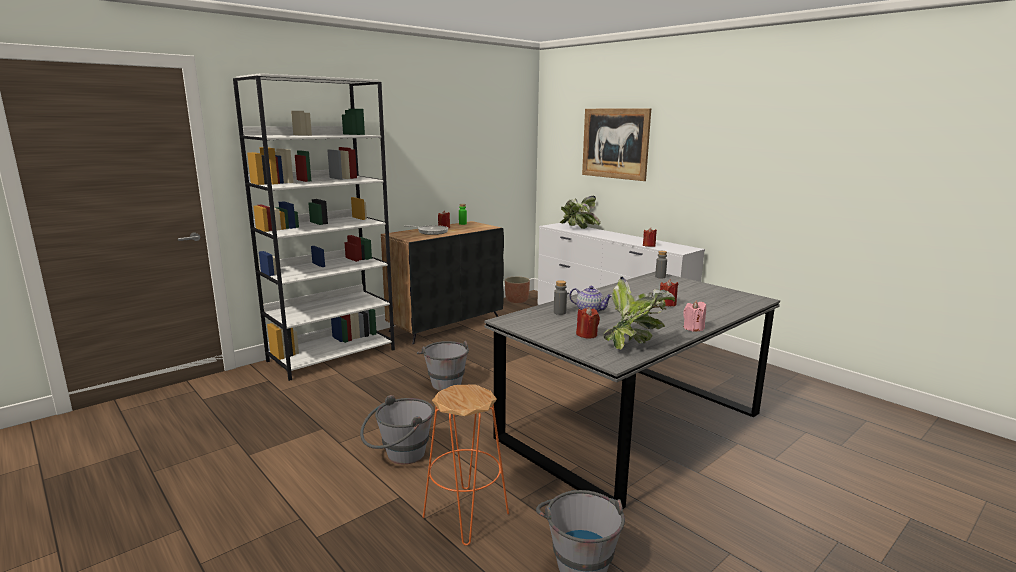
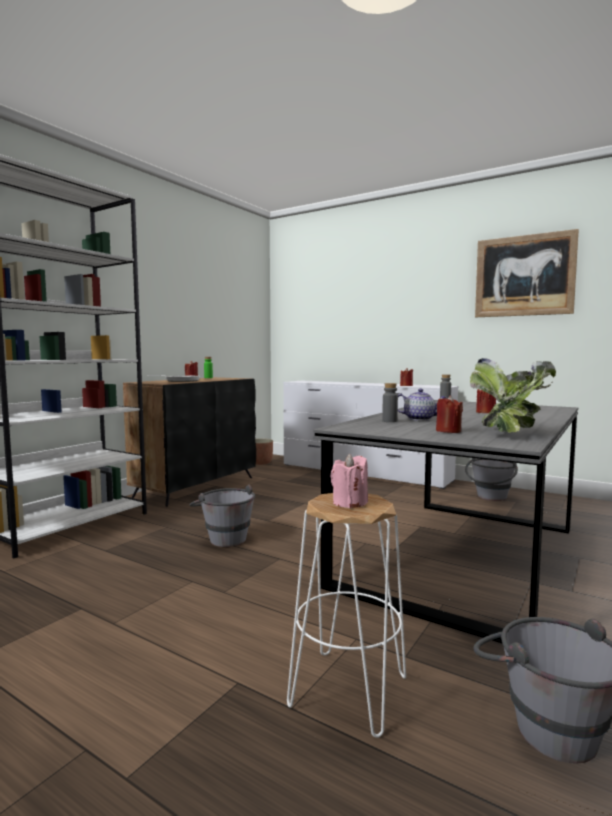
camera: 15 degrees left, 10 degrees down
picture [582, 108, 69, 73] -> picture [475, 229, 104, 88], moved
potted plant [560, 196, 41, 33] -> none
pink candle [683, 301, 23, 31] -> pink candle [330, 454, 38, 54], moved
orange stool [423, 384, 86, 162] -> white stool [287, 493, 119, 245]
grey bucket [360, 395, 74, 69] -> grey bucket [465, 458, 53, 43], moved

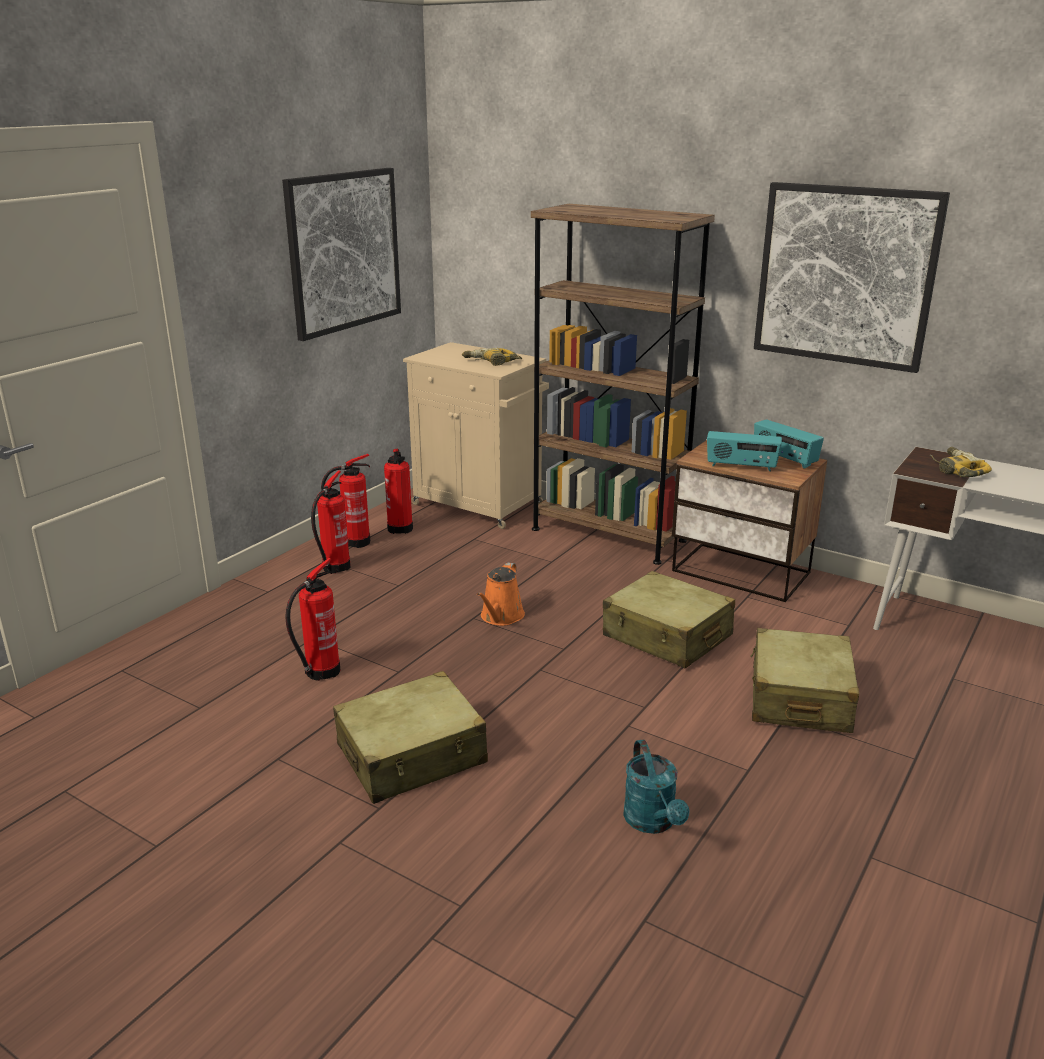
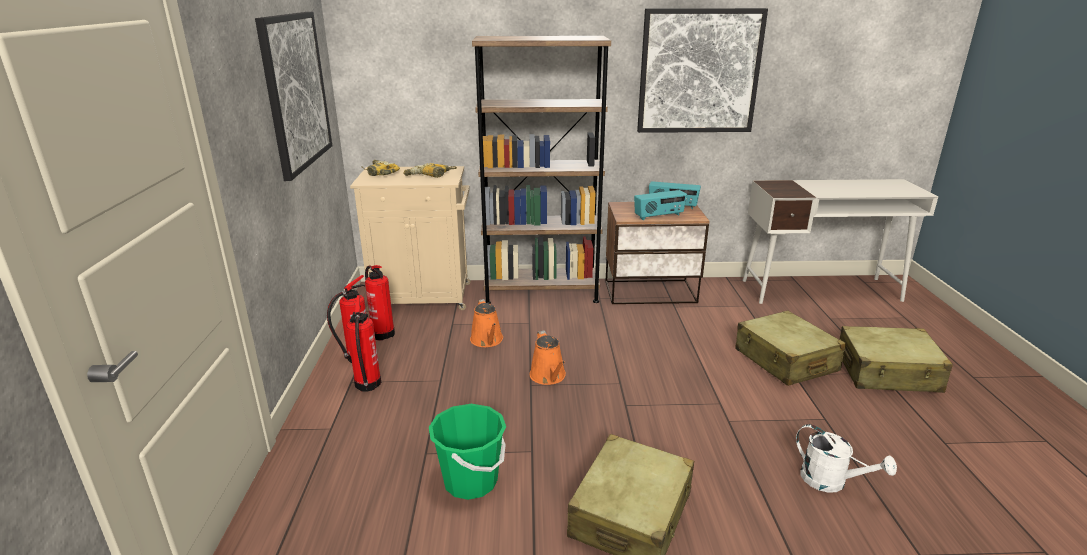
camera: 35 degrees left, 0 degrees up
power drill [930, 447, 62, 30] -> power drill [362, 160, 38, 16], moved
fire extinguisher [285, 558, 55, 123] -> green bucket [429, 404, 77, 96]
beige suitcase [603, 571, 132, 97] -> beige suitcase [839, 326, 114, 67], moved
turquoise watering can [623, 740, 67, 94] -> white watering can [796, 424, 101, 68]
none -> orange watering can [470, 299, 33, 48]

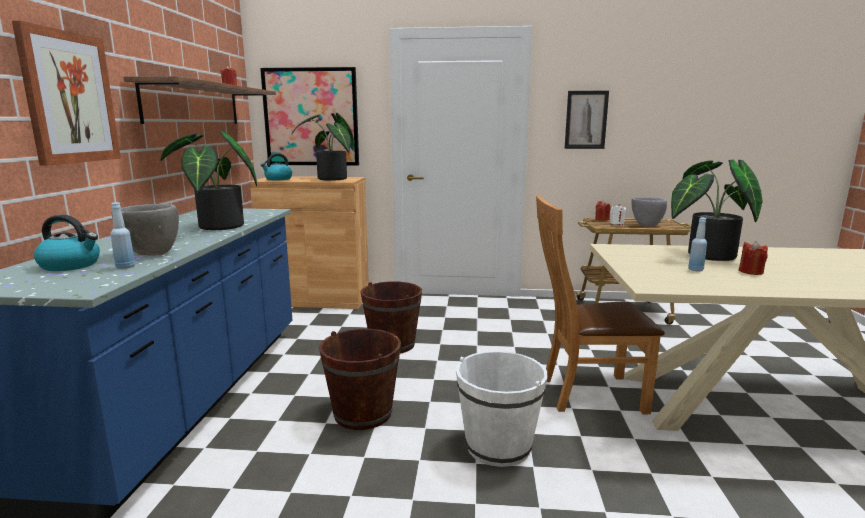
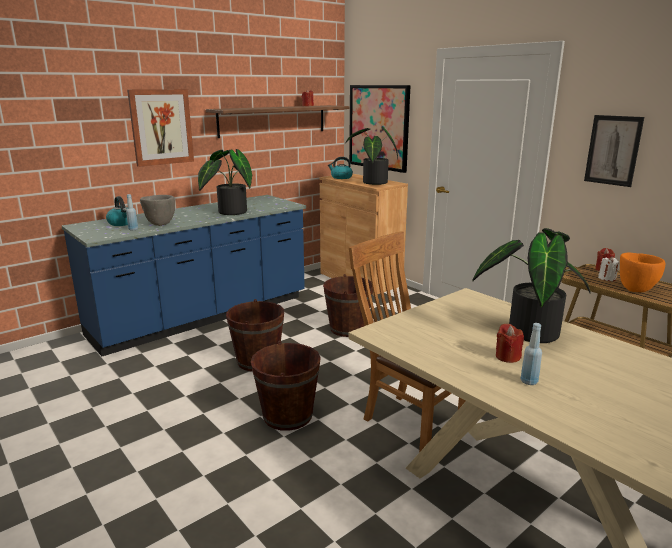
camera: 45 degrees right, 5 degrees up
grey bowl [631, 197, 36, 30] -> orange bowl [620, 253, 45, 39]
blue bottle [688, 218, 19, 53] -> blue bottle [520, 323, 22, 62], moved
white bucket [456, 351, 92, 116] -> brown bucket [251, 341, 70, 90]

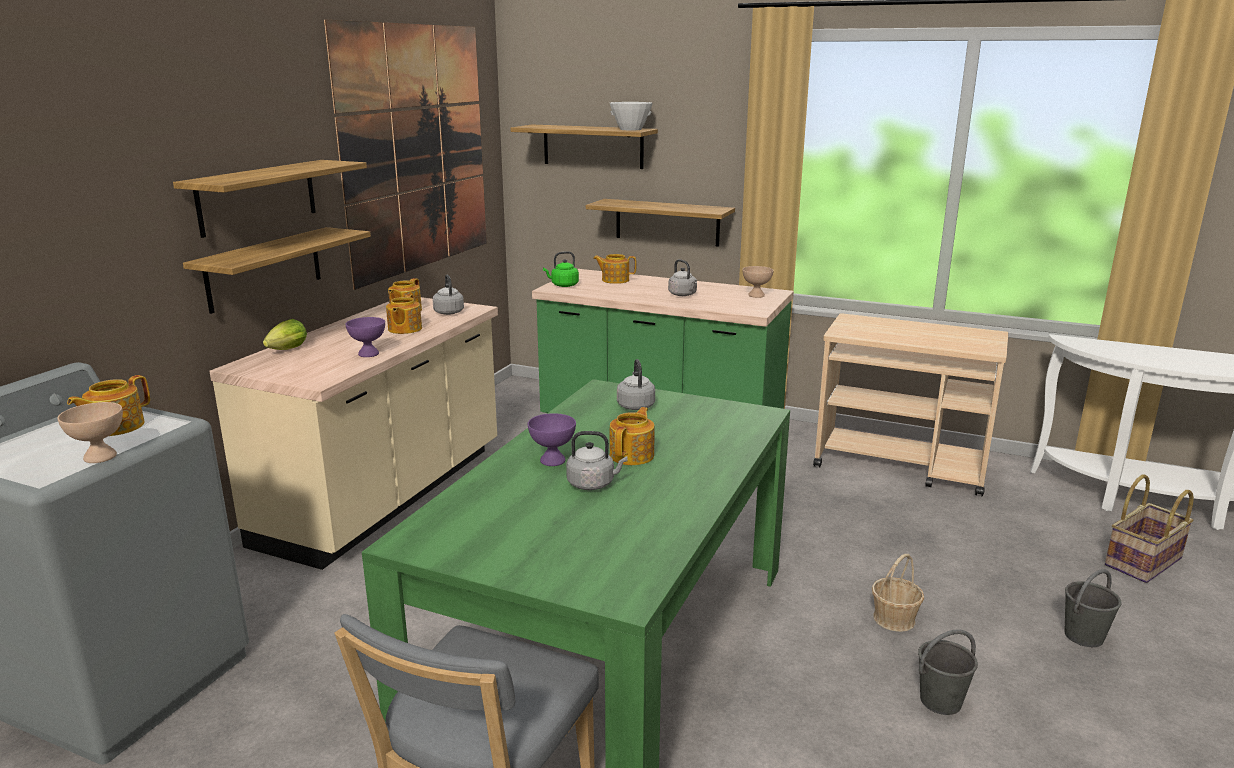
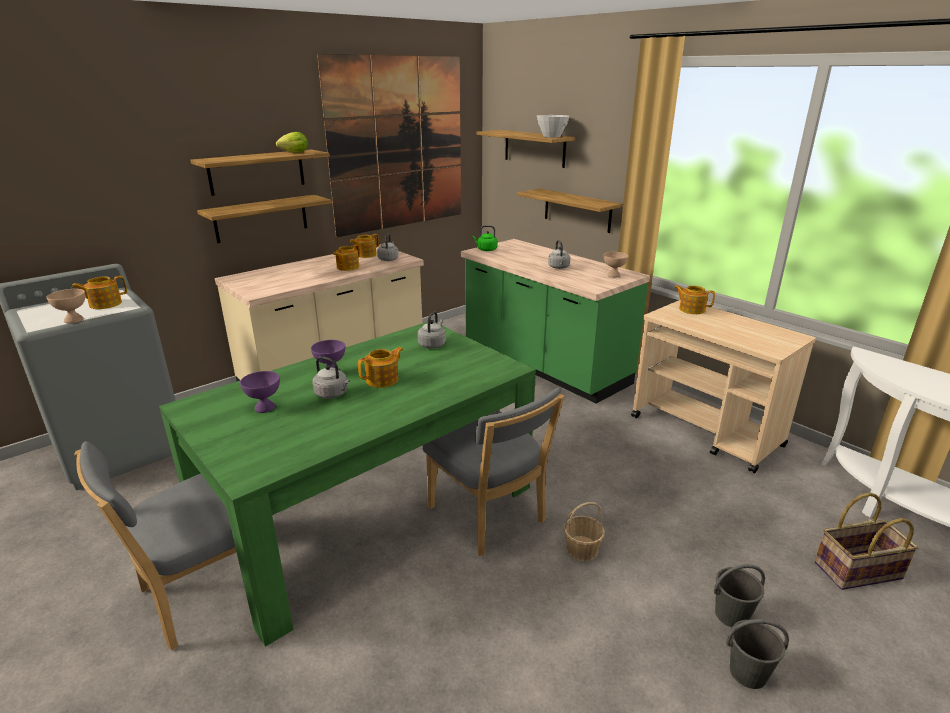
camera: 25 degrees right, 5 degrees up
teapot [593, 254, 44, 30] -> teapot [674, 285, 41, 29], moved
purple bowl [346, 317, 39, 40] -> purple bowl [240, 371, 40, 42], moved
lettuce [263, 319, 44, 31] -> lettuce [276, 132, 32, 21], moved
grey bucket [918, 629, 60, 86] -> grey bucket [726, 619, 63, 70], moved
none -> grey chair [423, 387, 141, 169]

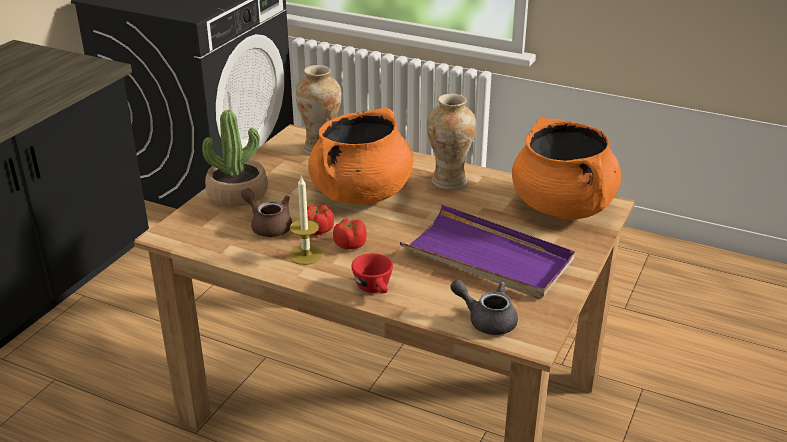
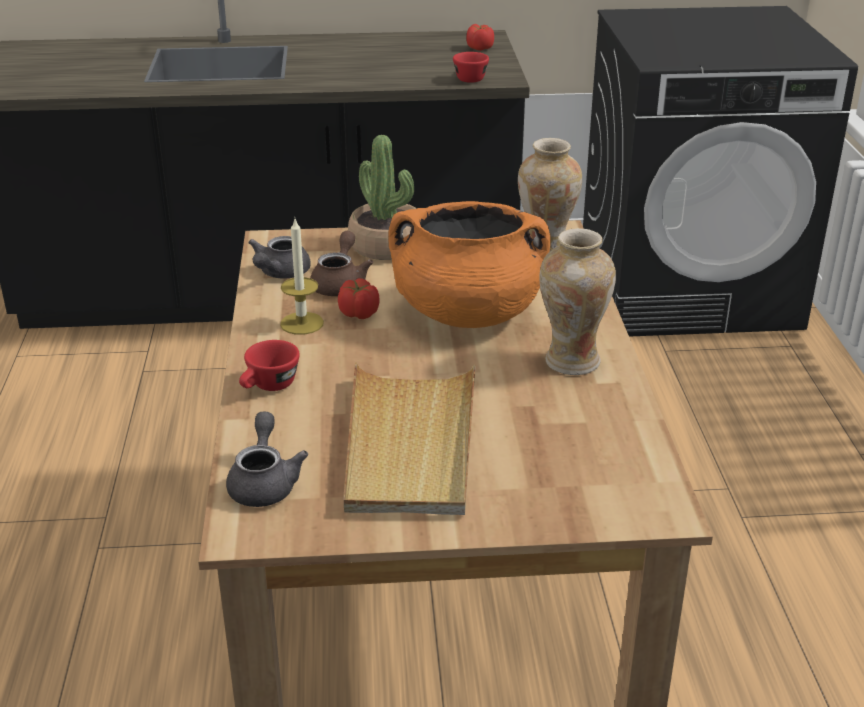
camera: 60 degrees right, 0 degrees up
orange cooking pot [512, 118, 109, 102] -> none
purple tray [400, 205, 175, 94] -> beige tray [344, 362, 132, 153]
tomato [333, 218, 34, 32] -> tomato [466, 24, 28, 27], moved
none -> red cup [453, 52, 36, 31]
none -> grey teapot [248, 236, 63, 42]

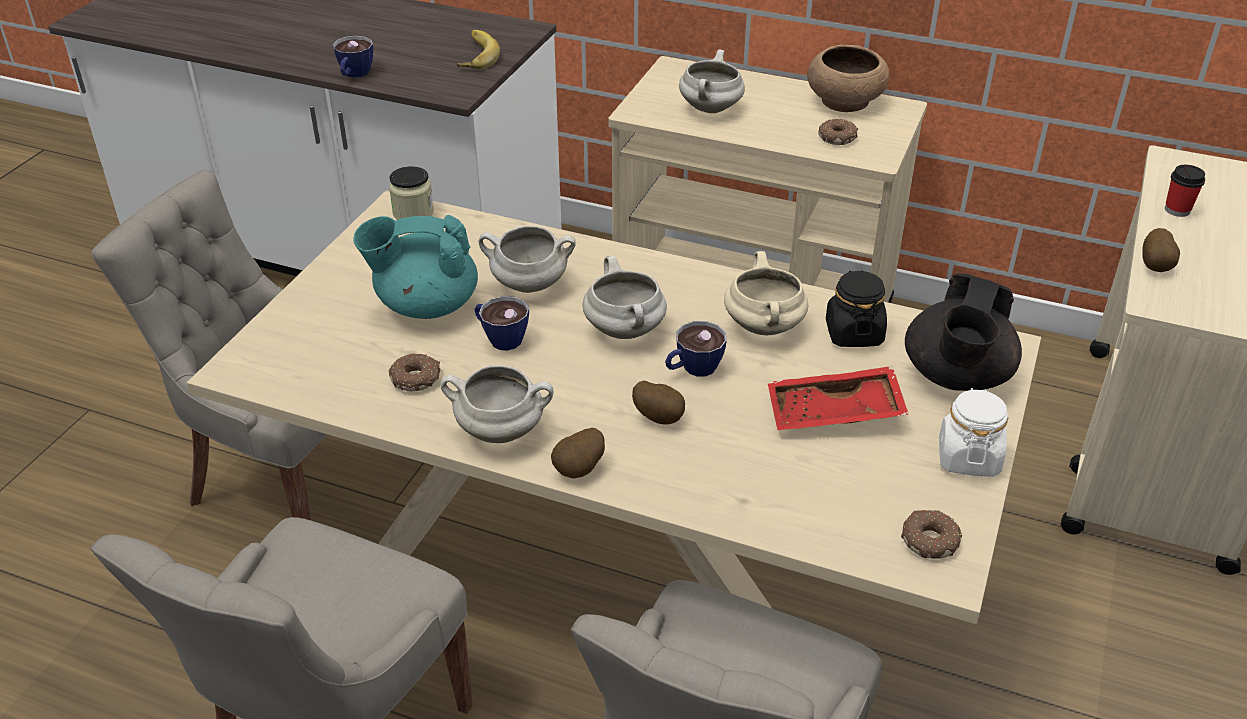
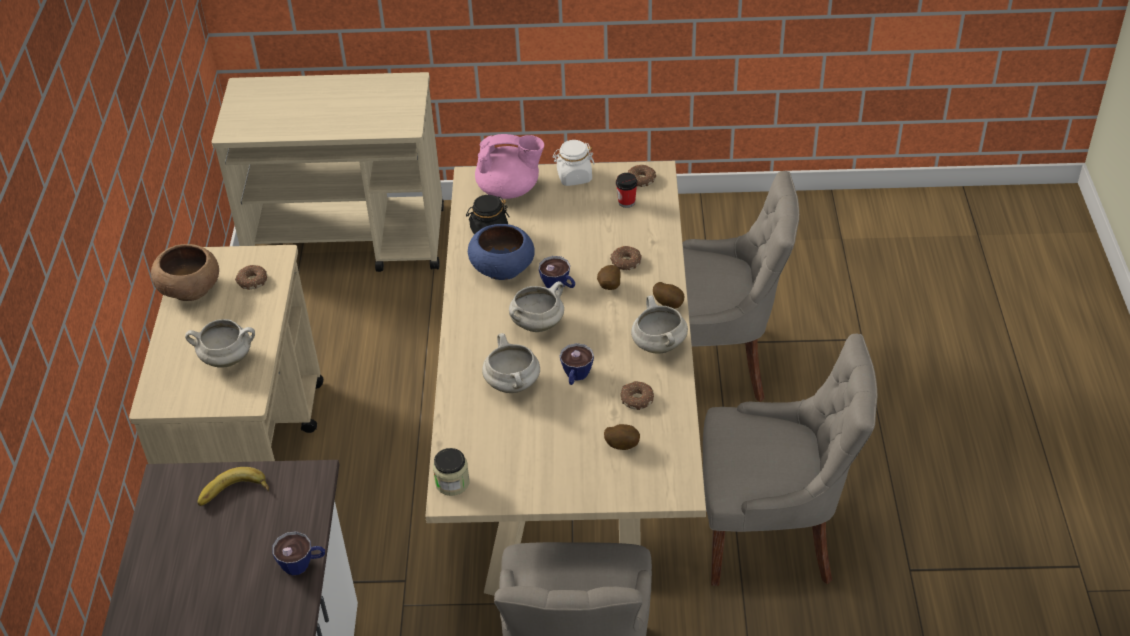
camera: 110 degrees left, 5 degrees up
cup [1165, 165, 40, 52] -> cup [616, 173, 22, 35], moved
turquoise teapot [353, 215, 125, 104] -> none
potato [1142, 228, 38, 44] -> potato [604, 424, 36, 26], moved
beige cooking pot [724, 251, 84, 84] -> blue bowl [468, 224, 67, 56]
black teapot [905, 273, 117, 118] -> pink teapot [475, 134, 69, 65]
red tray [767, 366, 142, 64] -> none
none -> donut [610, 246, 32, 24]

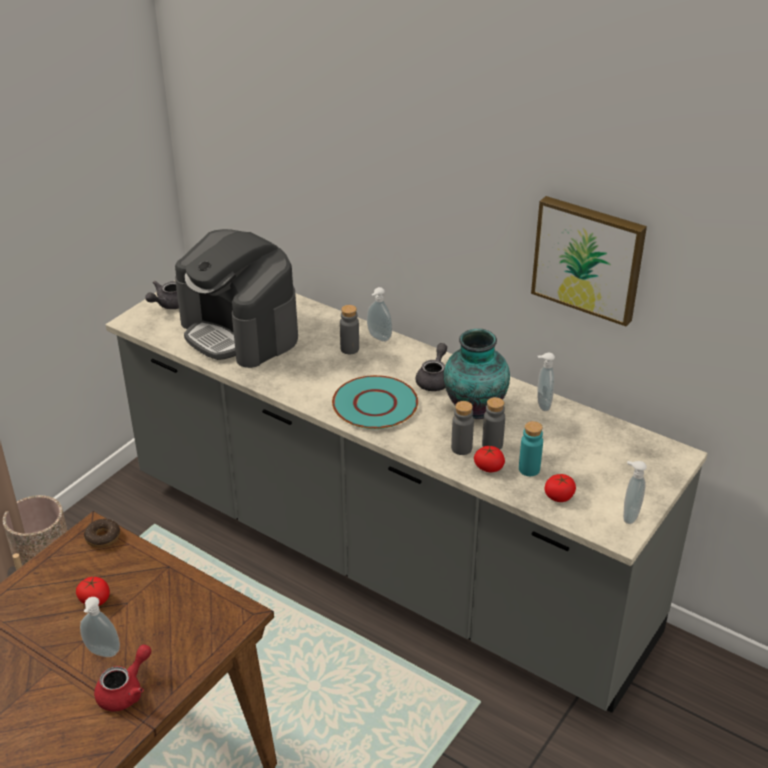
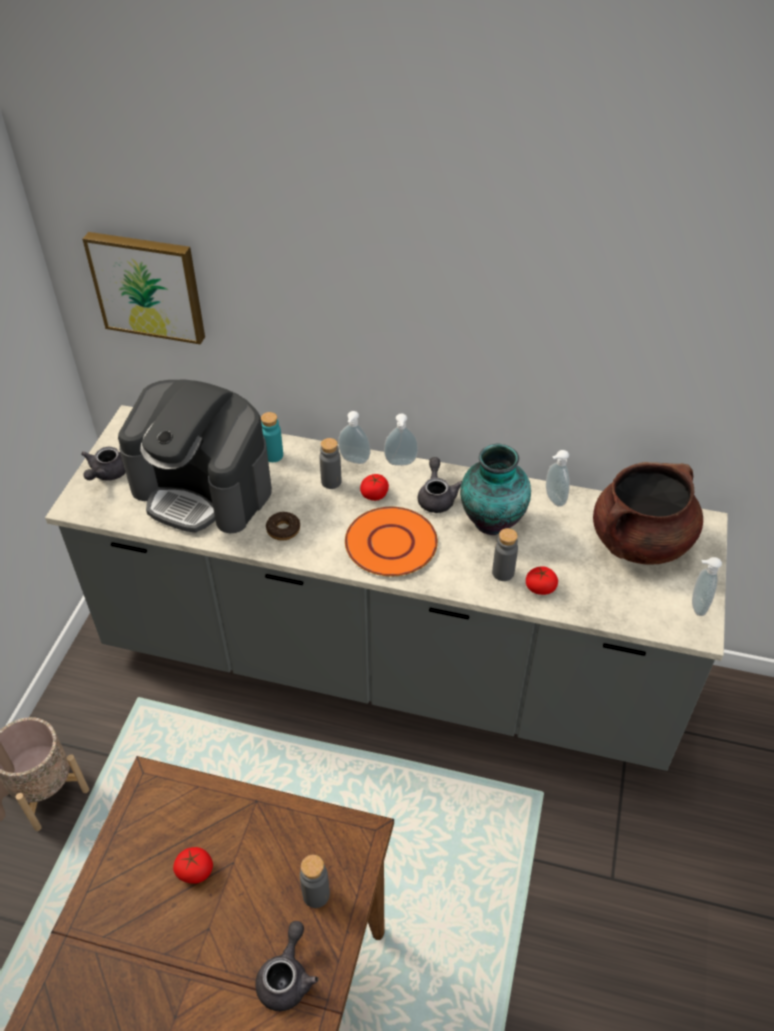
camera: 20 degrees left, 10 degrees up
picture [531, 196, 116, 130] -> picture [83, 232, 122, 113], moved
turquoise plate [332, 375, 86, 54] -> orange plate [345, 507, 93, 69]
grey bottle [482, 397, 23, 52] -> grey bottle [300, 855, 30, 53], moved
turquoise bottle [519, 421, 24, 55] -> turquoise bottle [261, 412, 22, 50], moved
tomato [544, 474, 32, 28] -> tomato [360, 474, 29, 27], moved
donut [84, 519, 36, 29] -> donut [266, 512, 34, 28], moved
soap dispenser [80, 597, 40, 60] -> soap dispenser [384, 413, 34, 53], moved
red teapot [94, 645, 57, 66] -> grey teapot [255, 921, 63, 90]
none -> brown cooking pot [593, 462, 110, 103]

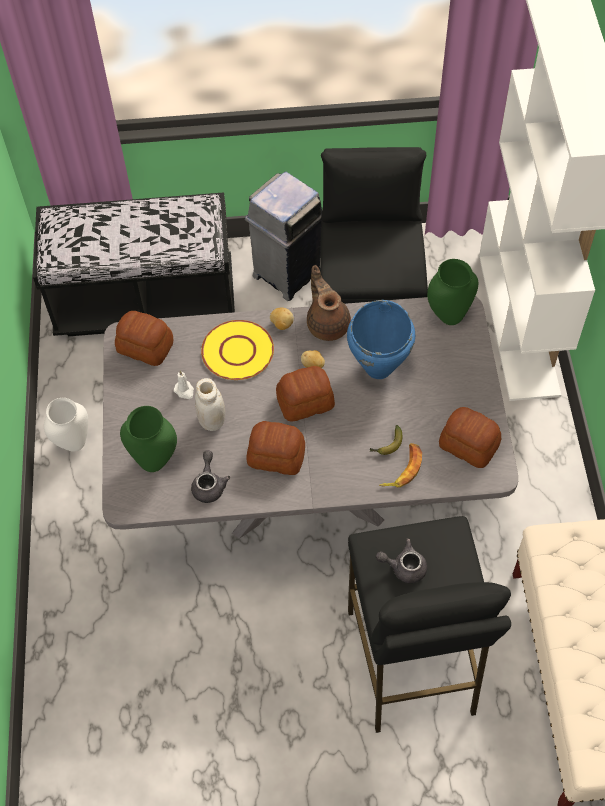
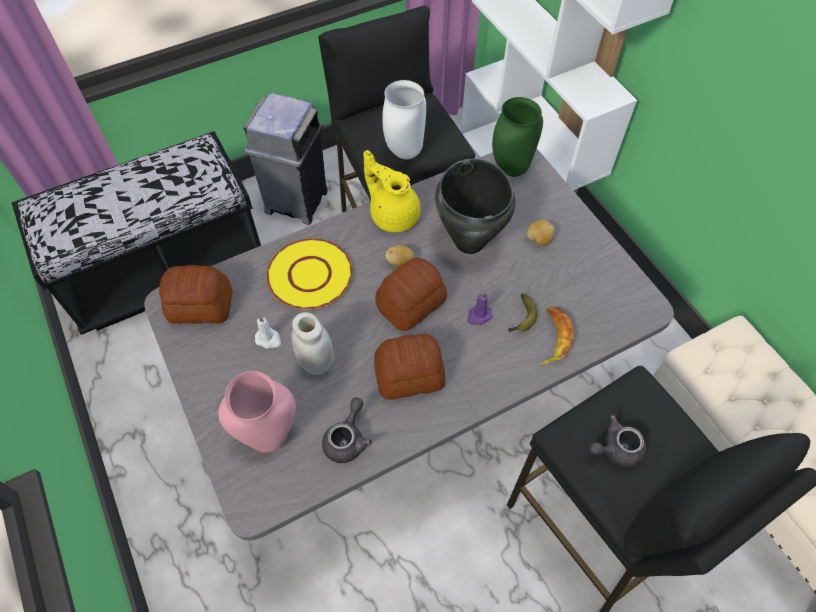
camera: 25 degrees left, 0 degrees up
brown teapot [307, 265, 44, 76] -> yellow teapot [364, 150, 57, 82]
blue cooking pot [347, 300, 68, 79] -> black cooking pot [435, 158, 81, 96]
potato [270, 307, 24, 23] -> potato [527, 220, 28, 26], moved
white vase [44, 398, 44, 54] -> white vase [382, 80, 44, 79], moved
green vase [120, 406, 57, 66] -> pink vase [218, 371, 78, 82]
bread [439, 407, 62, 61] -> none
grey teapot [191, 450, 39, 53] -> grey teapot [322, 397, 50, 66], 45 degrees clockwise
none -> purple candle [467, 292, 25, 33]

